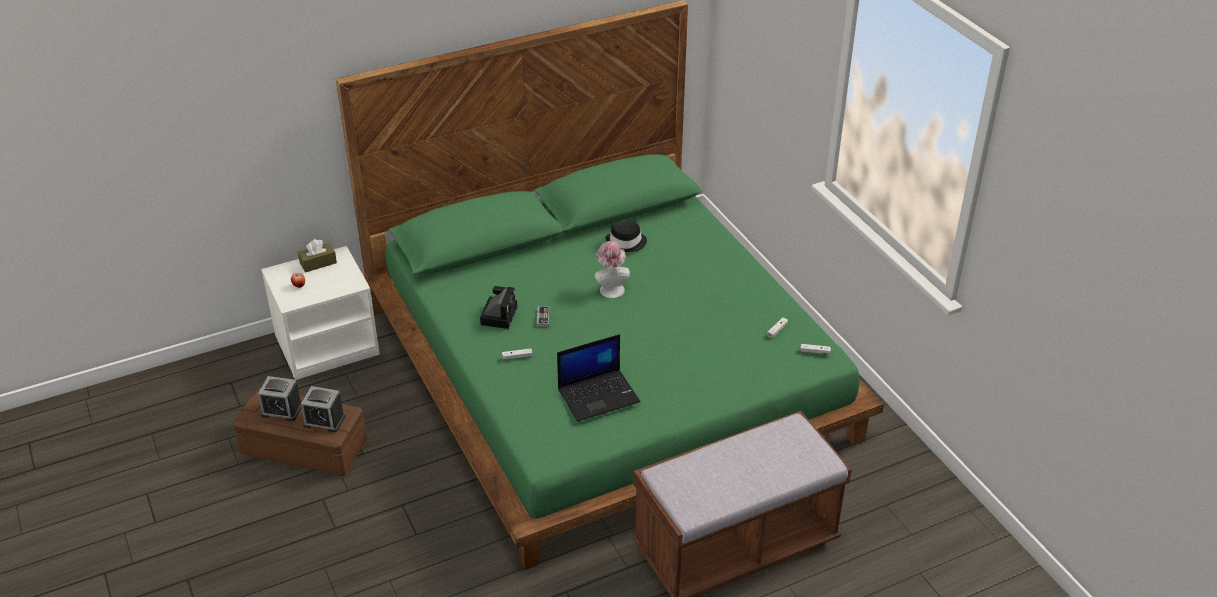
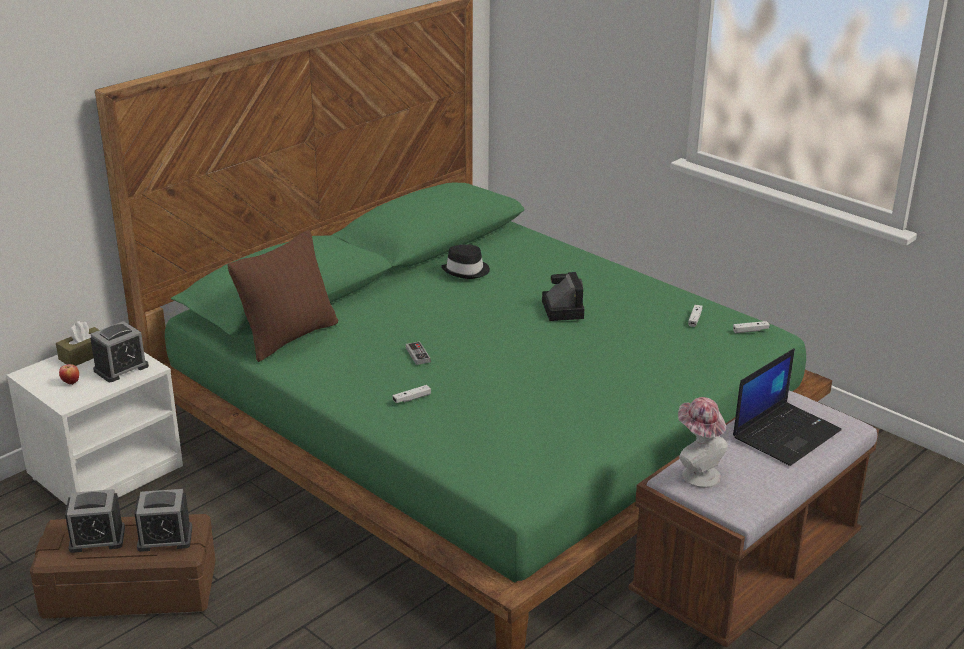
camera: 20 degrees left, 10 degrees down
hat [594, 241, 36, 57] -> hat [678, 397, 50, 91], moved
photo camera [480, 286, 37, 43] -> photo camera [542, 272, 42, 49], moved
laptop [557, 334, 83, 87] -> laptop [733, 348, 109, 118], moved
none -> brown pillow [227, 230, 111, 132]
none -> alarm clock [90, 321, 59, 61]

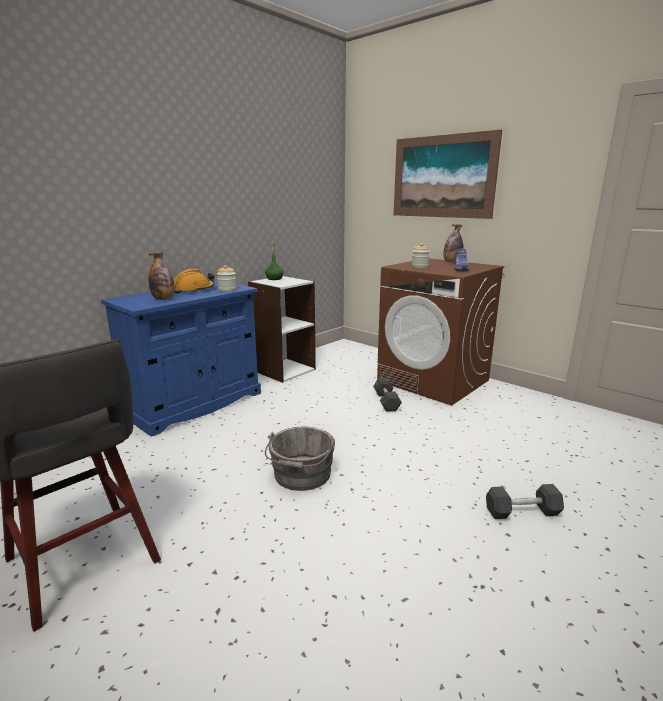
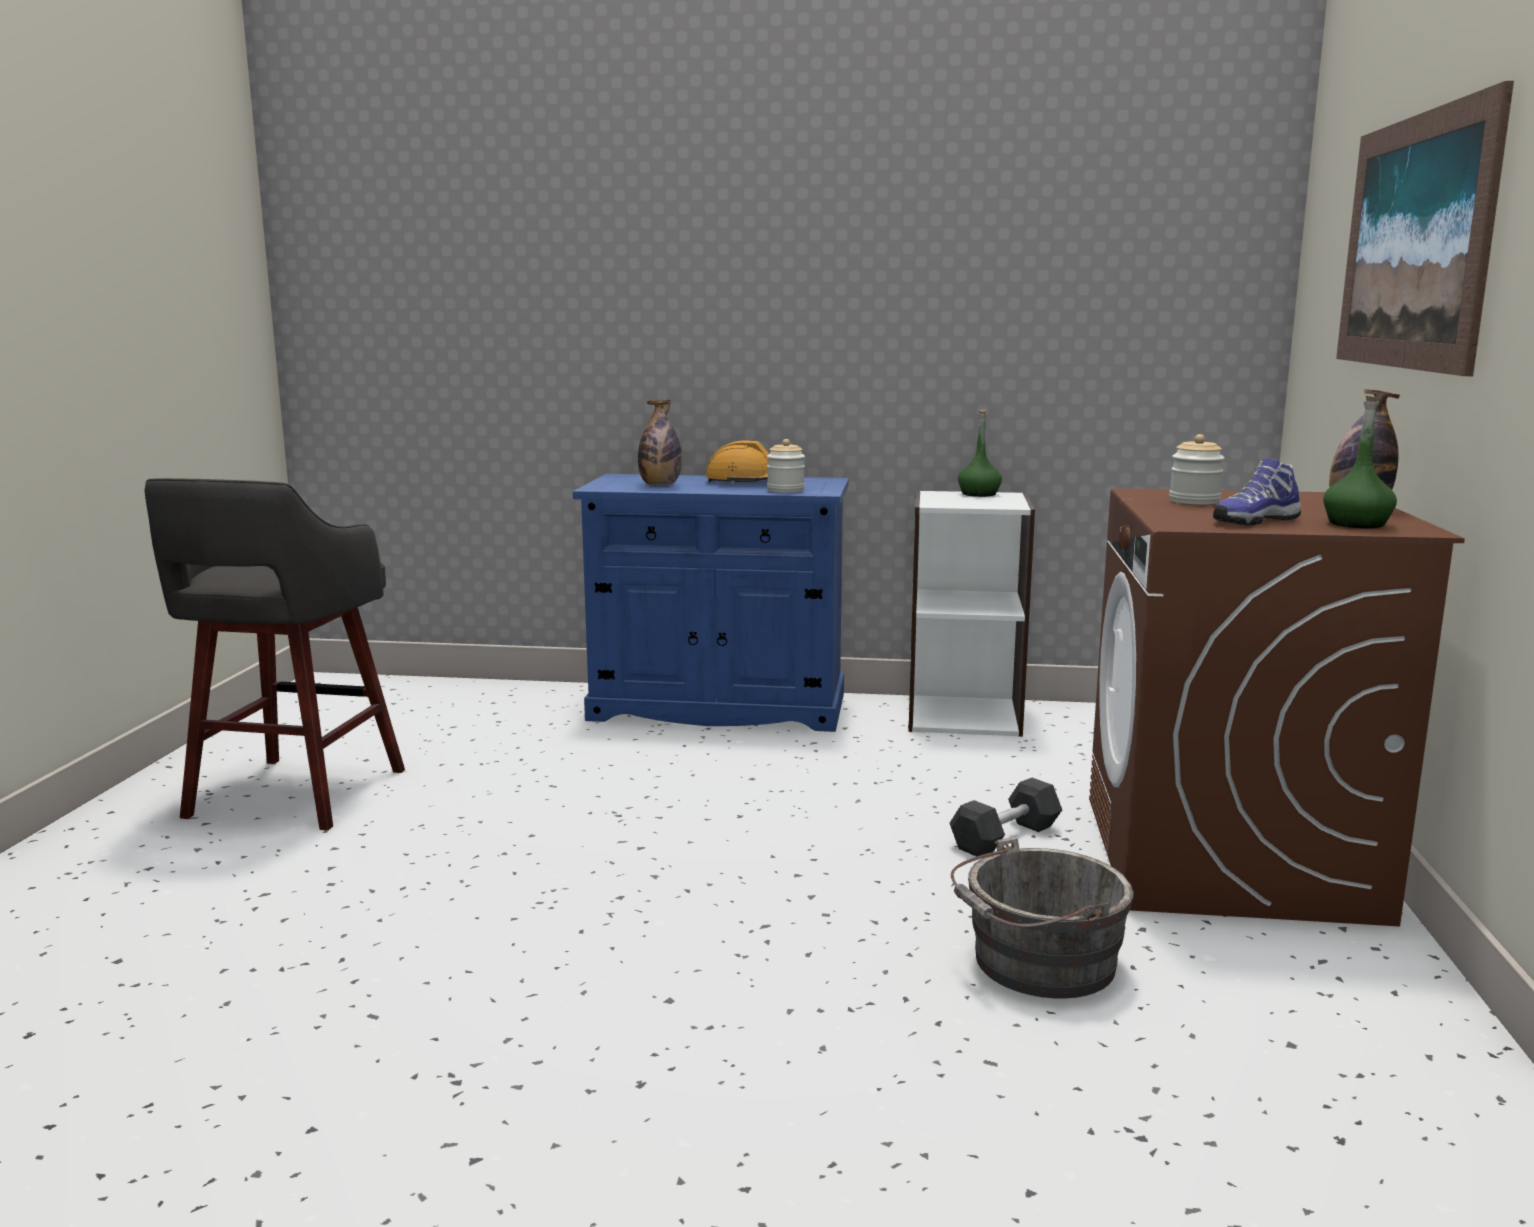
camera: 55 degrees right, 5 degrees down
grey bucket [265, 427, 70, 64] -> grey bucket [951, 836, 183, 163], moved
grey dumbbell [486, 484, 78, 35] -> none
none -> green bottle [1323, 396, 74, 132]

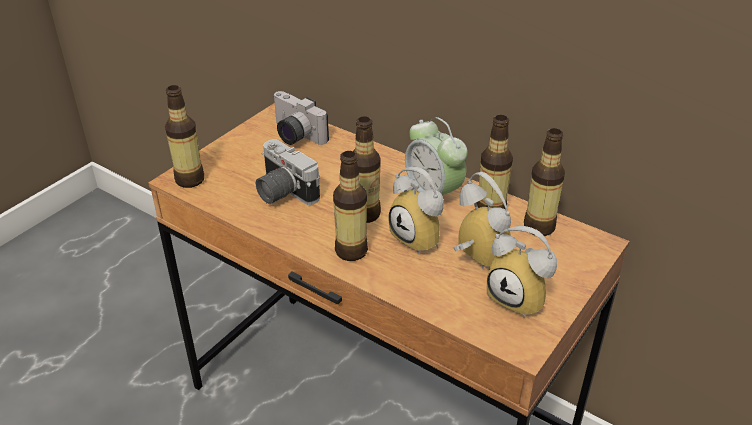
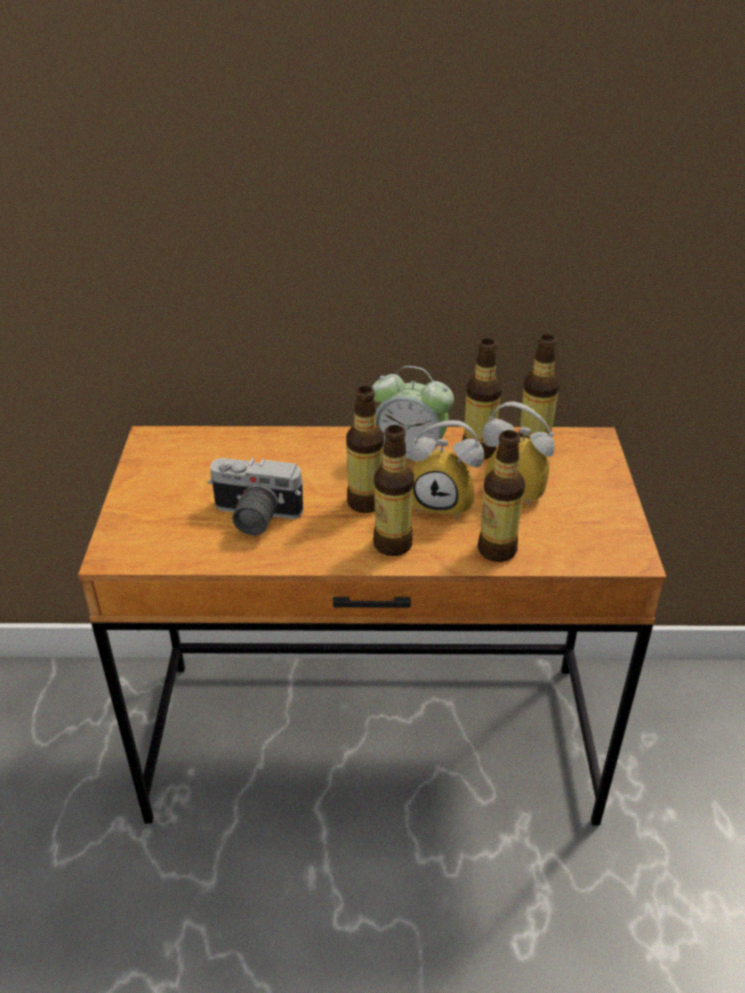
camera: 35 degrees left, 0 degrees up
bottle [165, 85, 39, 103] -> bottle [478, 430, 47, 132], moved
photo camera [273, 91, 56, 54] -> none
alarm clock [487, 226, 70, 92] -> none

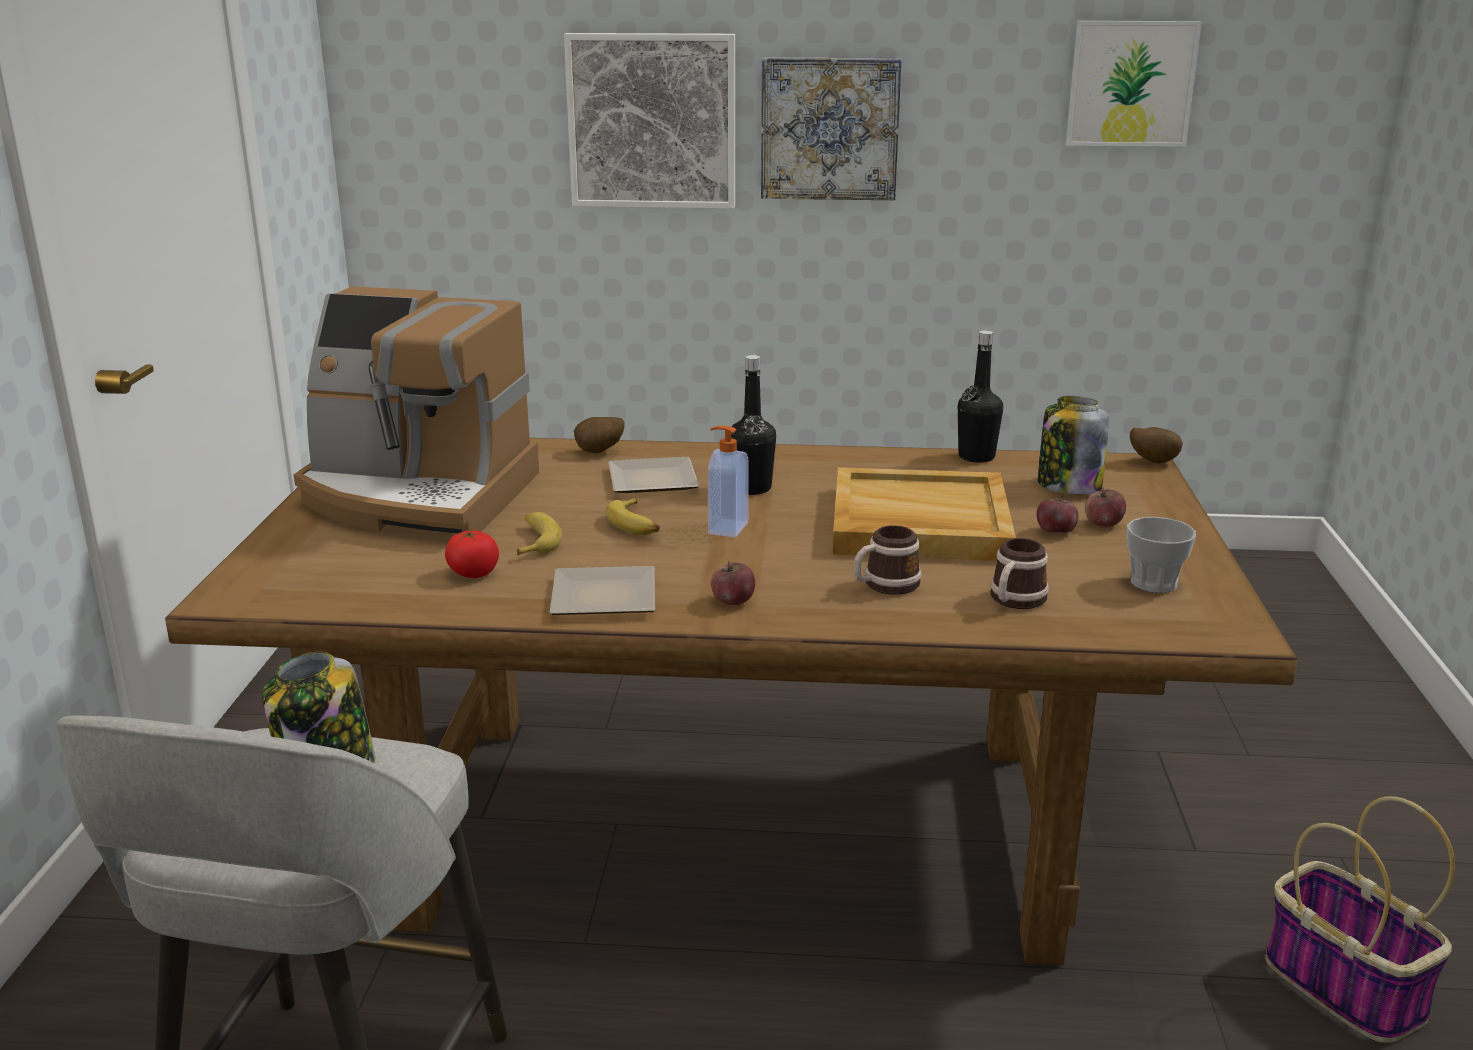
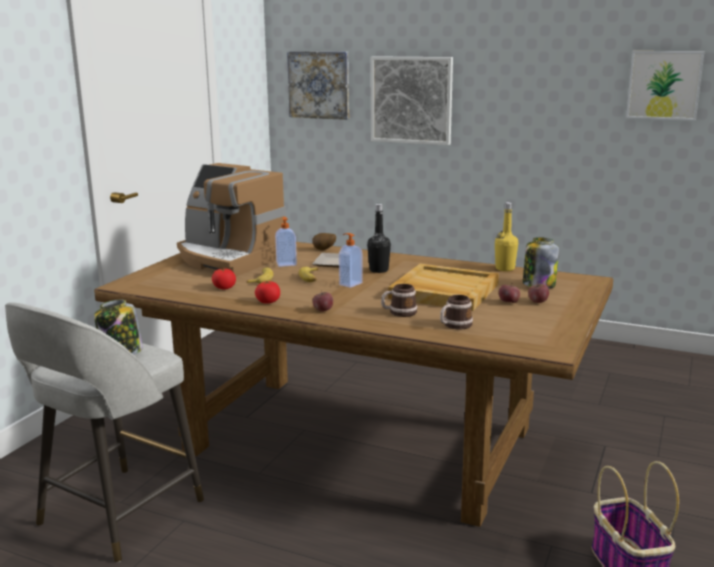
camera: 20 degrees right, 5 degrees down
picture [761, 57, 141, 143] -> picture [287, 51, 62, 69], moved
black bottle [958, 330, 45, 133] -> yellow bottle [495, 202, 23, 69]
potato [1130, 427, 53, 37] -> none
cup [1127, 517, 69, 76] -> none
plate [550, 566, 105, 49] -> tomato [255, 281, 25, 23]
none -> soap dispenser [275, 217, 22, 50]

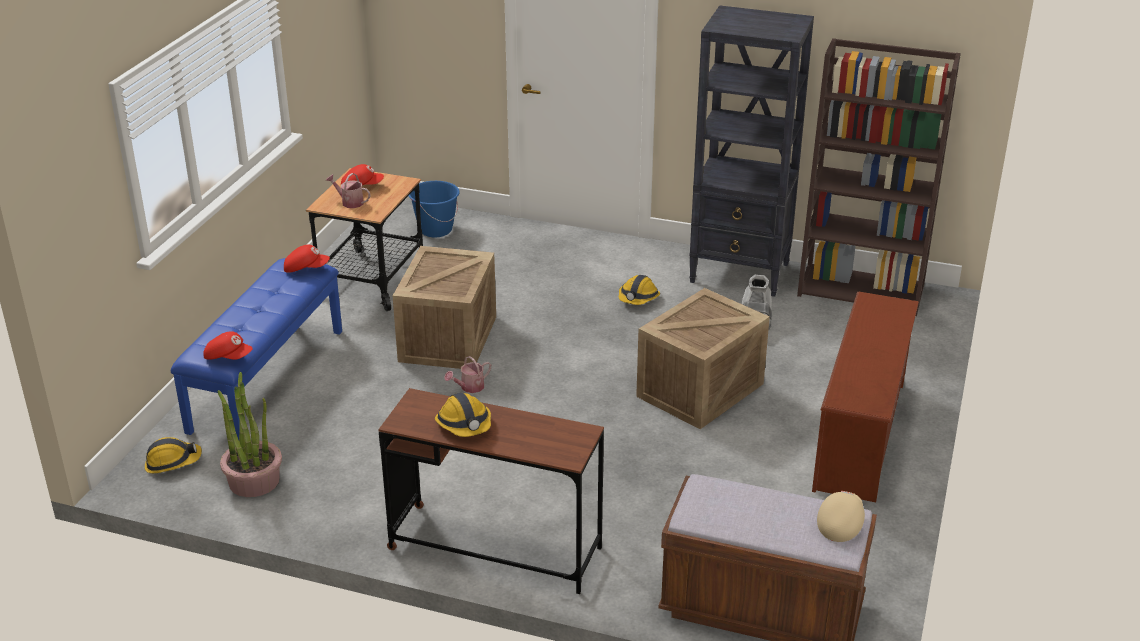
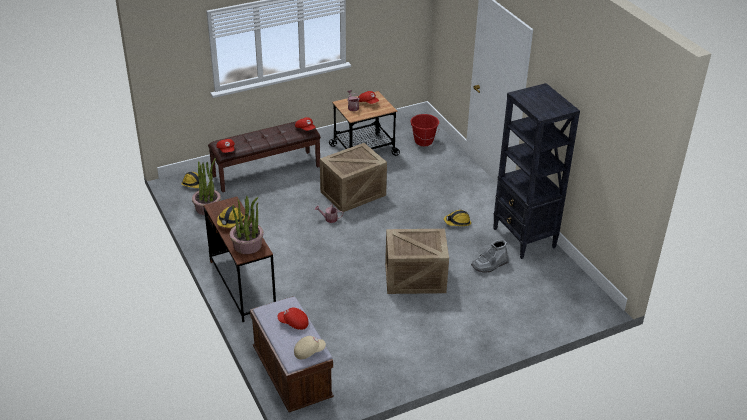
camera: 45 degrees right, 5 degrees up
brown bookcase [797, 38, 164, 278] -> none
blue bucket [409, 181, 51, 56] -> red bucket [411, 114, 29, 32]
blue bench [171, 258, 171, 182] -> brown bench [208, 121, 113, 71]
brown shoe rack [812, 292, 107, 210] -> none
none -> potted plant [229, 196, 35, 58]
none -> red cap [278, 307, 31, 23]

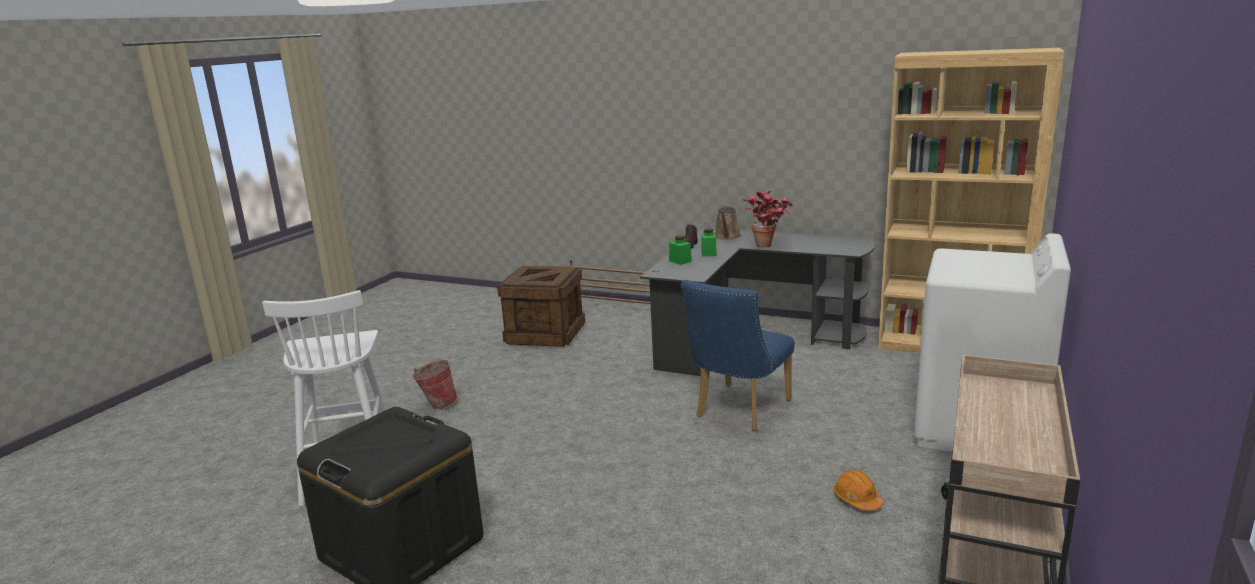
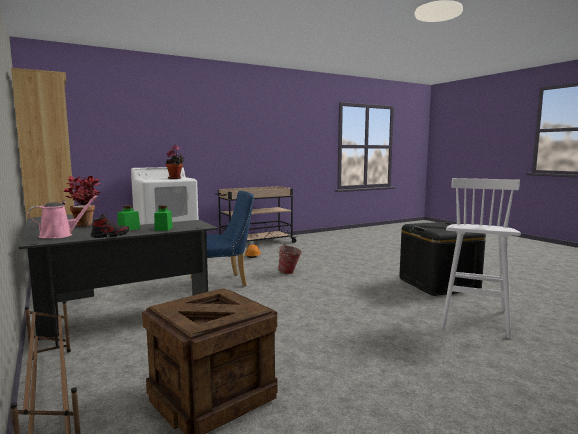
camera: 145 degrees left, 10 degrees down
brown watering can [715, 205, 26, 35] -> pink watering can [27, 196, 71, 42]
bucket [413, 360, 45, 49] -> bucket [278, 244, 24, 30], moved
none -> potted plant [166, 145, 19, 34]

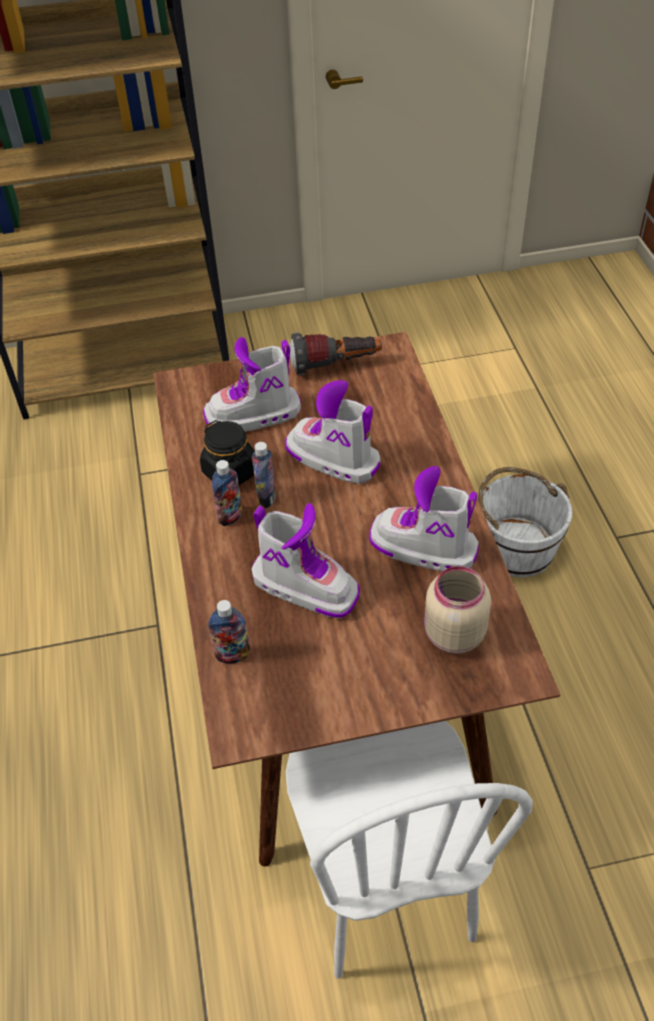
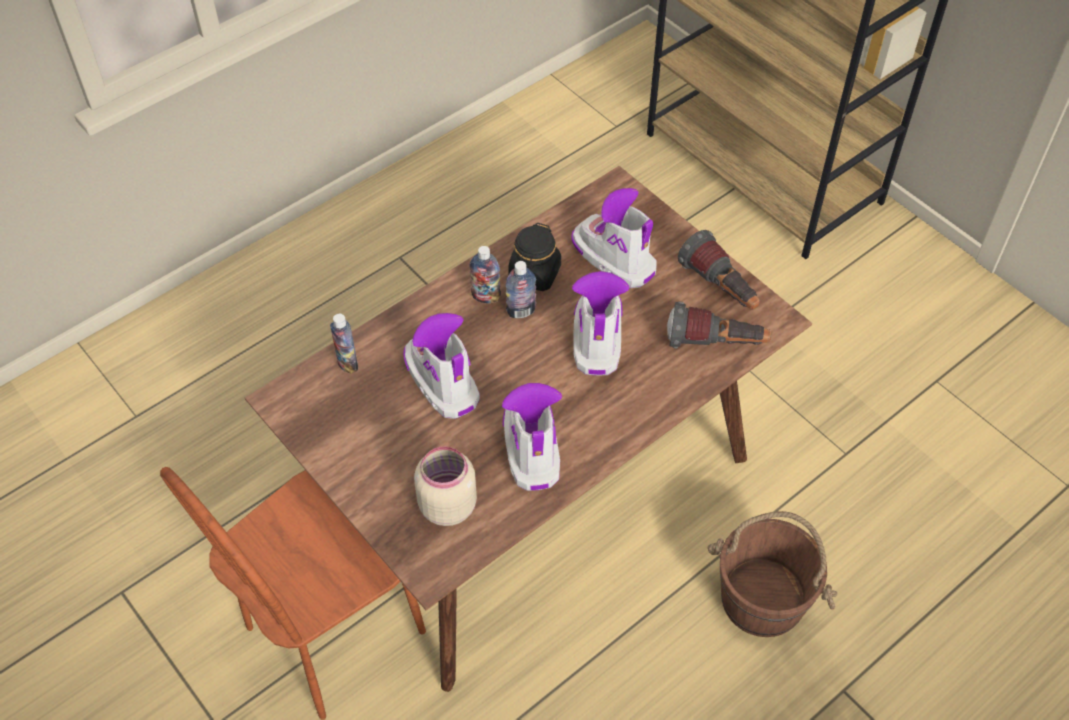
camera: 60 degrees right, 5 degrees up
white bucket [478, 467, 94, 110] -> brown bucket [707, 511, 130, 126]
boot [252, 503, 108, 115] -> boot [403, 313, 77, 106], 150 degrees clockwise
white chair [286, 721, 247, 258] -> brown chair [160, 467, 266, 253]
none -> flashlight [667, 301, 104, 47]

